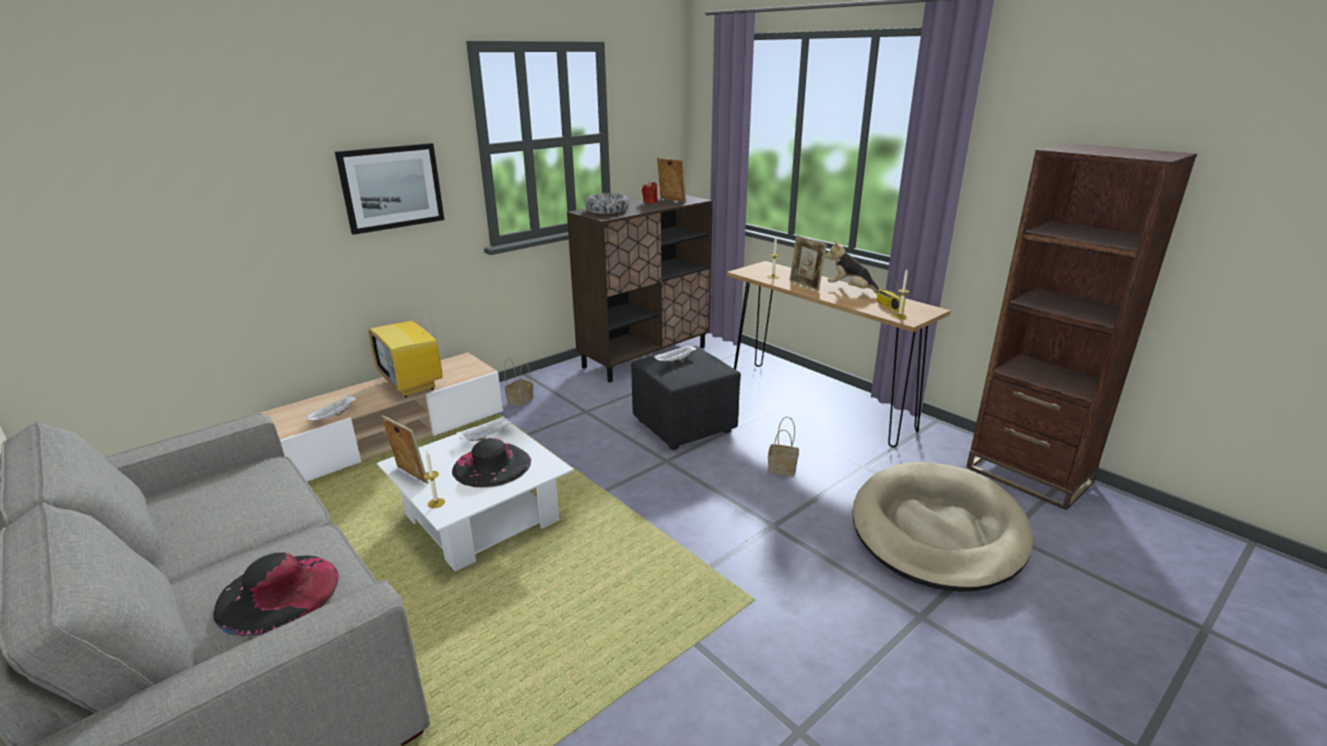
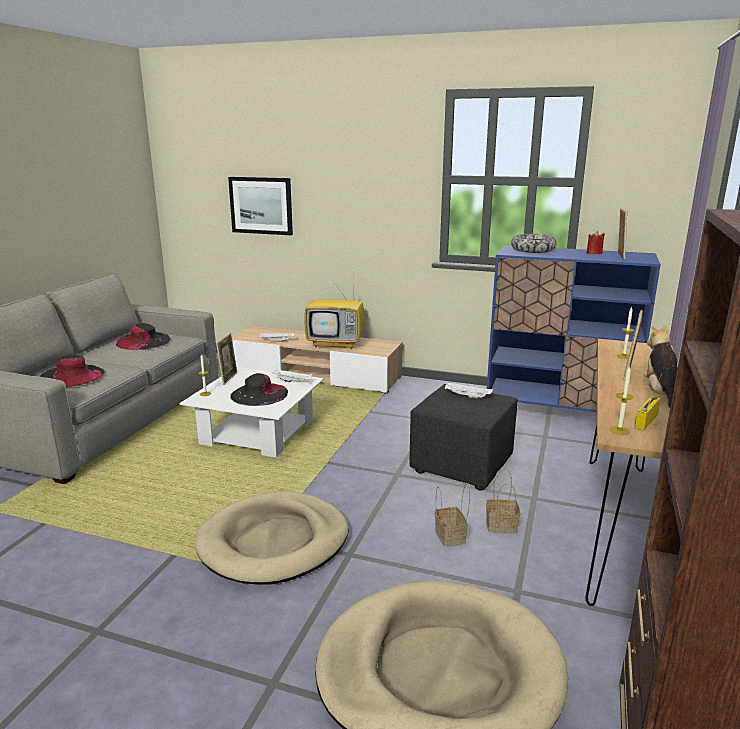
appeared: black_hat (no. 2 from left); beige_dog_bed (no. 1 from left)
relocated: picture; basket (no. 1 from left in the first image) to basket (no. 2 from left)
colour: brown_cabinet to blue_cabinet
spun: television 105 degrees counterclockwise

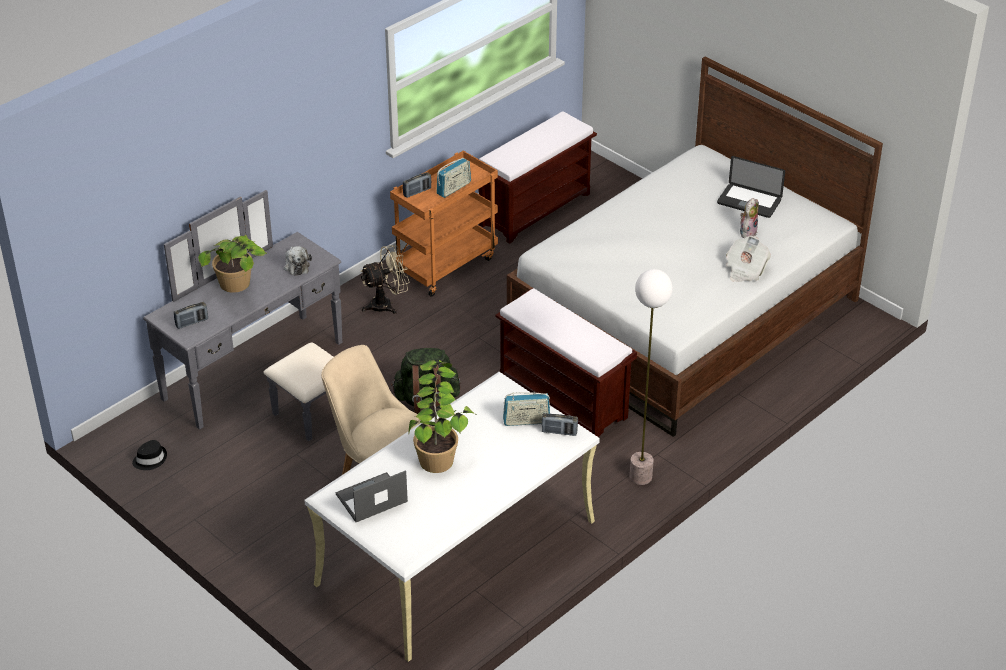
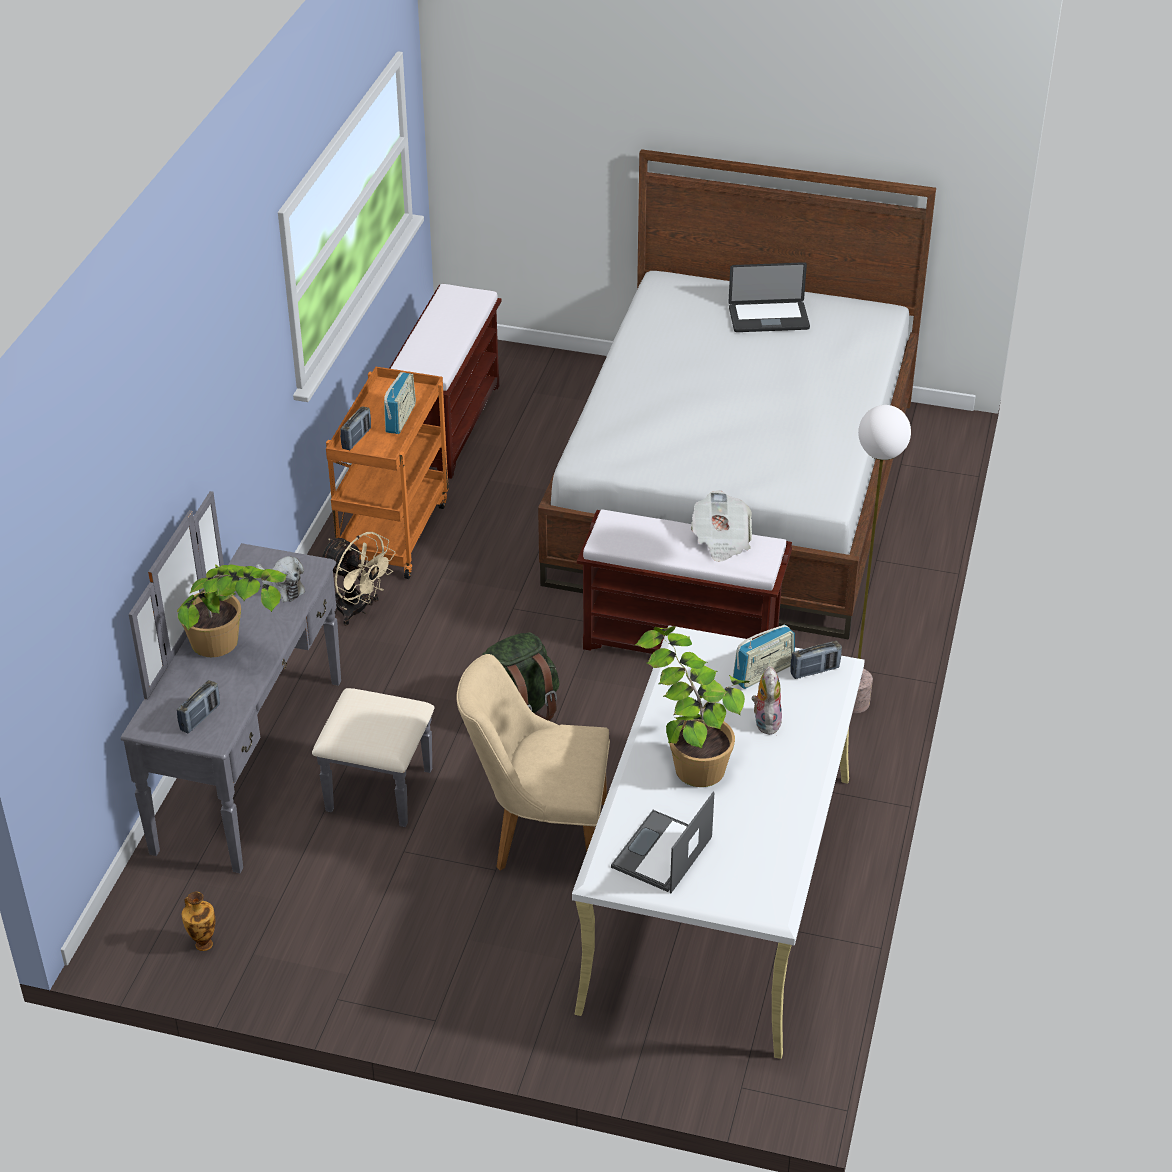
relocated: newspaper; plush_toy (no. 2 from left)
exchanged: black_hat to vase
spun: beige_fan 90 degrees clockwise

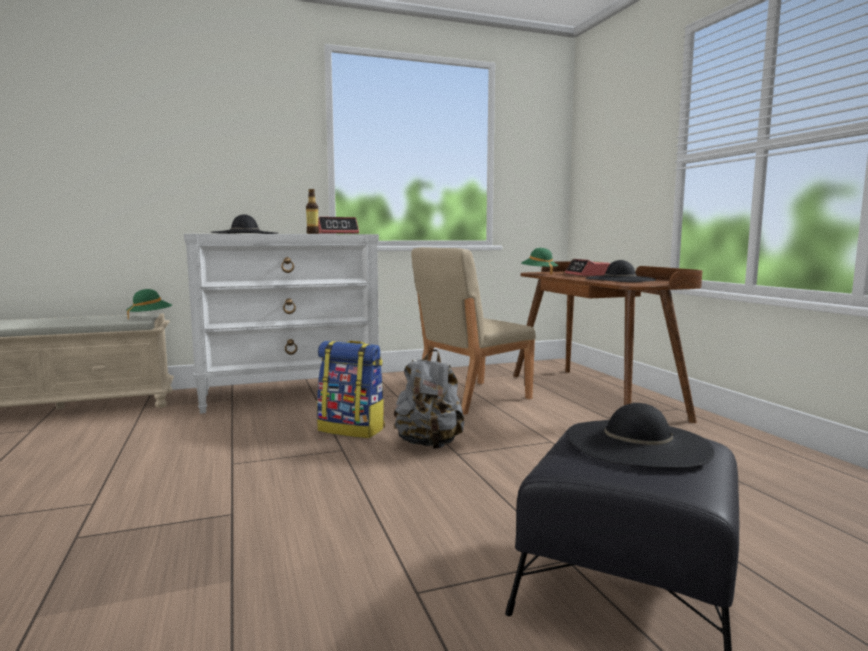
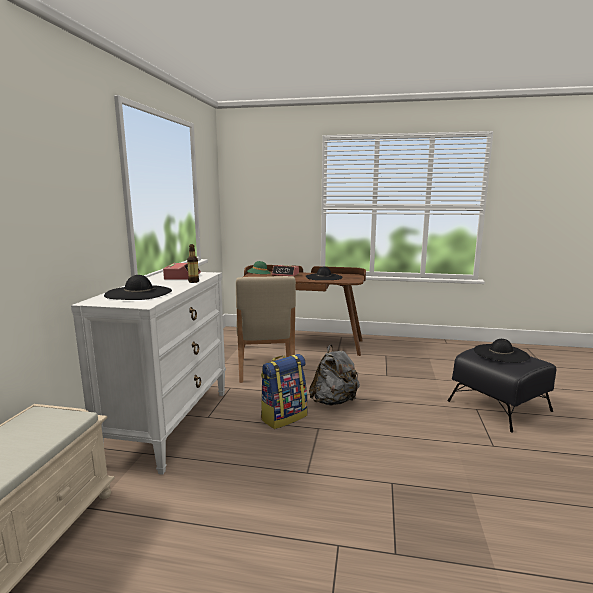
missing: green_hat (no. 1 from left)

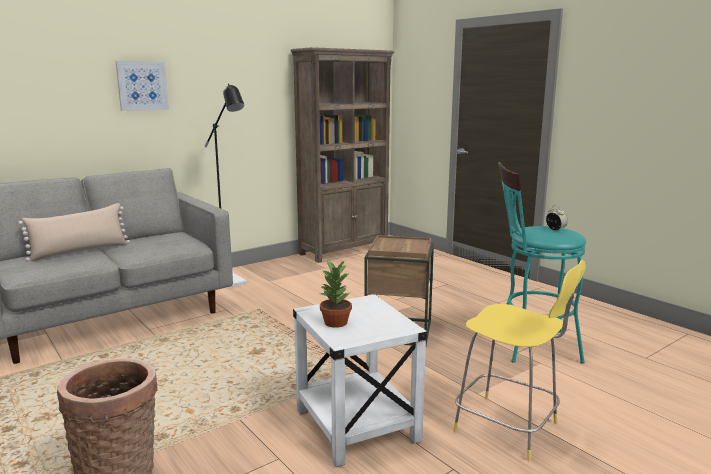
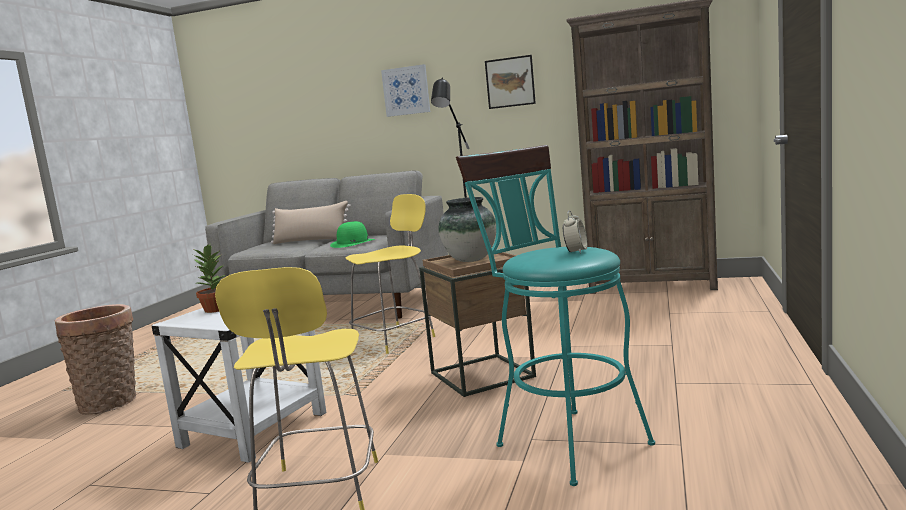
appeared: green_hat; yellow_stool (no. 2 from left); vase; picture (no. 2 from left)

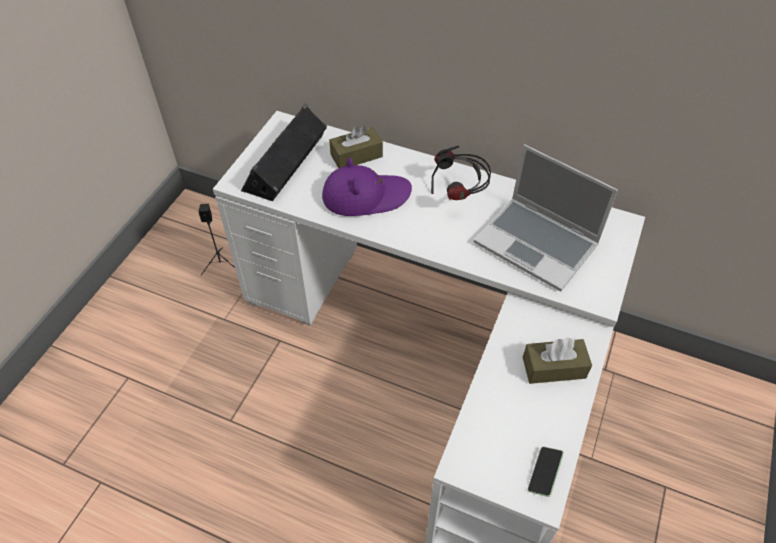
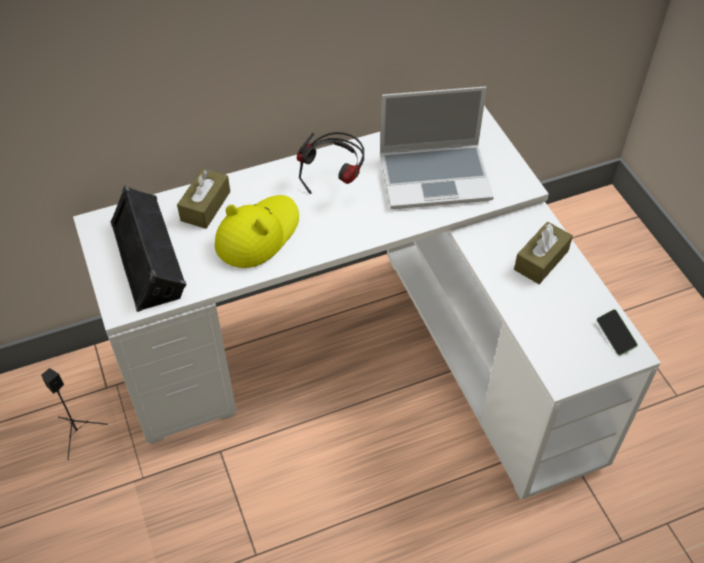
colour: purple_hat to yellow_hat

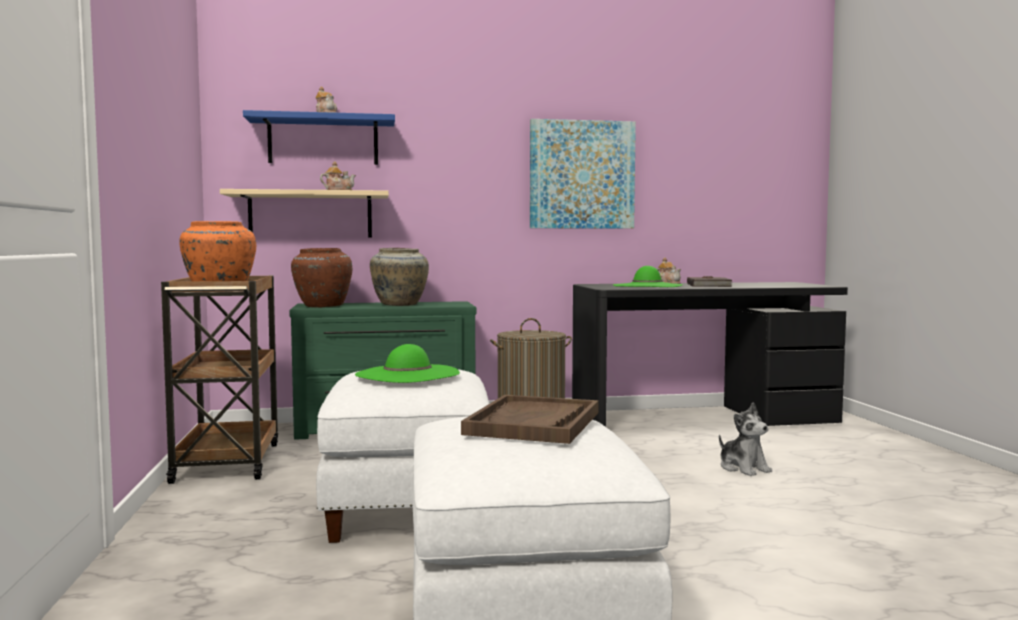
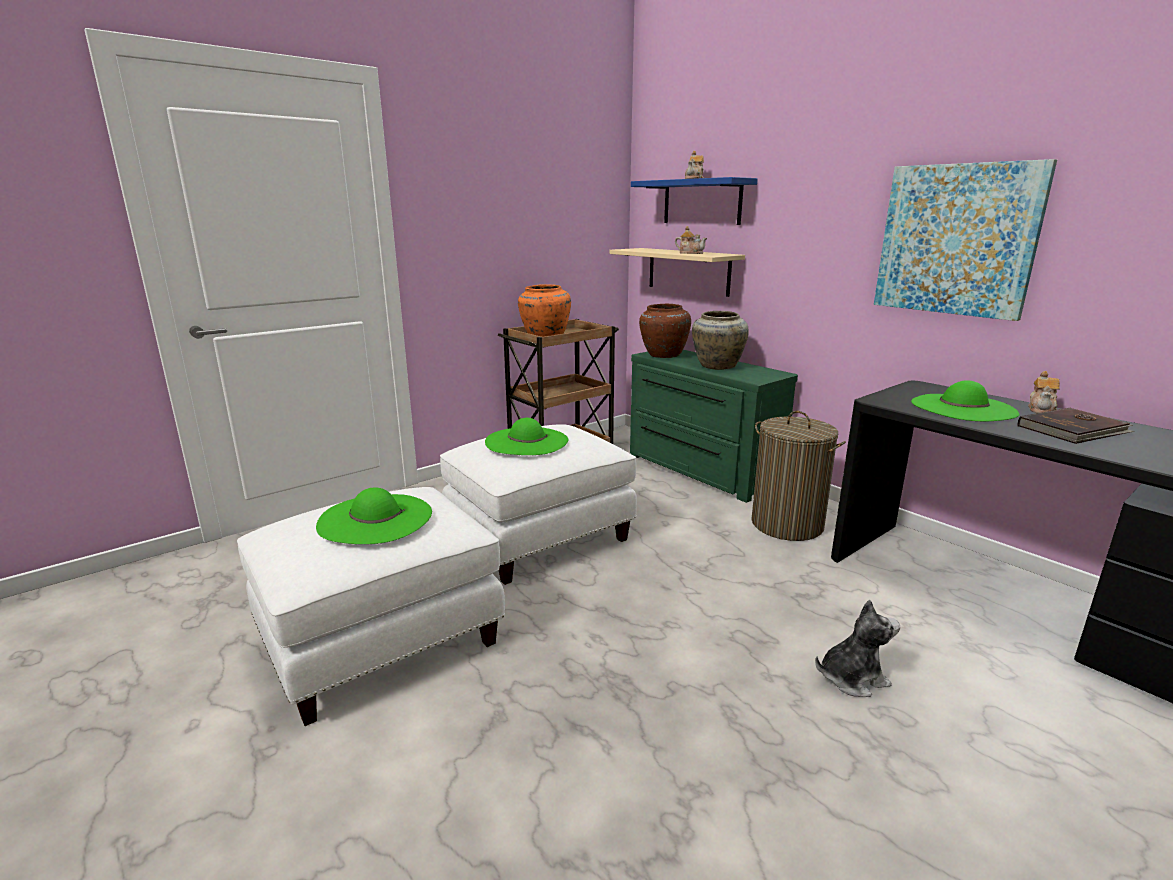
exchanged: brown_tray to green_hat (no. 1 from left)
spun: plush_toy 135 degrees counterclockwise

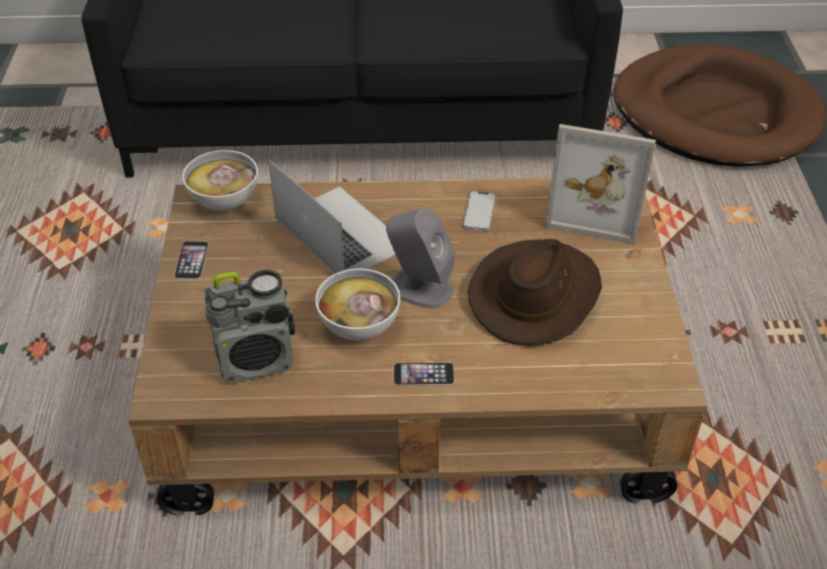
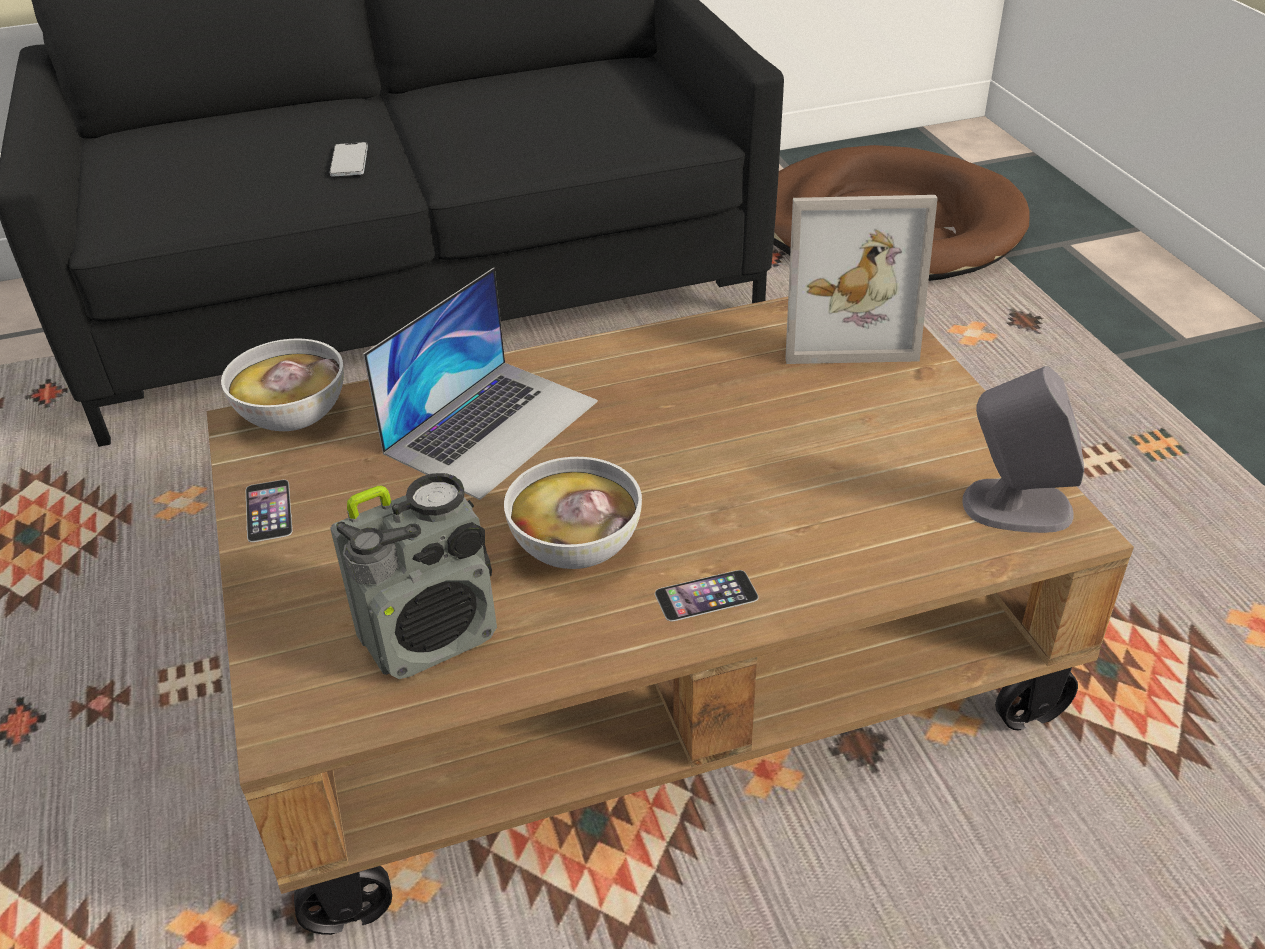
missing: brown_hat
relocated: grey_speaker; phone (no. 3 from left in the first image) to phone (no. 2 from left)
spun: laptop 90 degrees clockwise

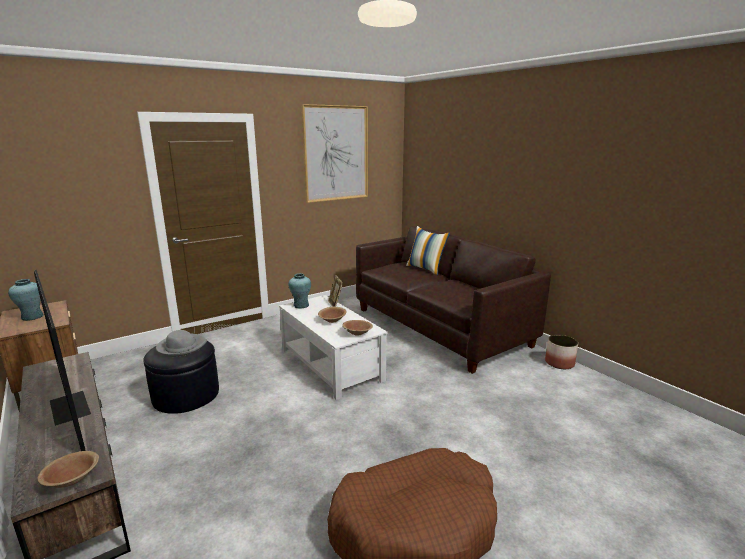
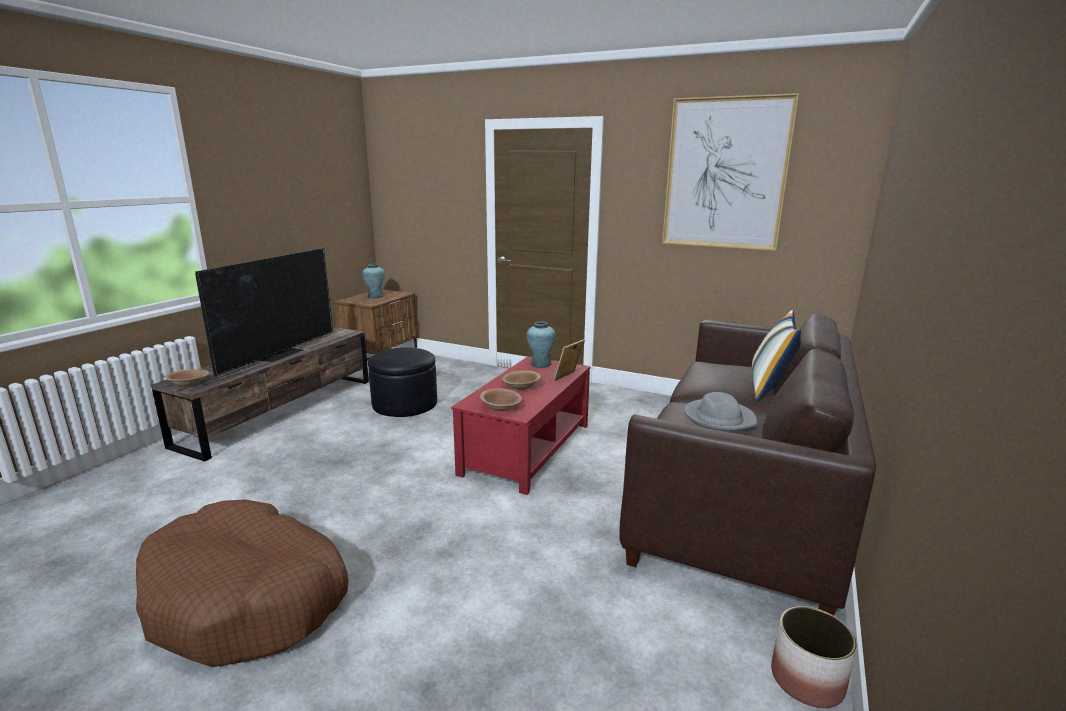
relocated: grey_hat
colour: white_coffee_table to red_coffee_table

